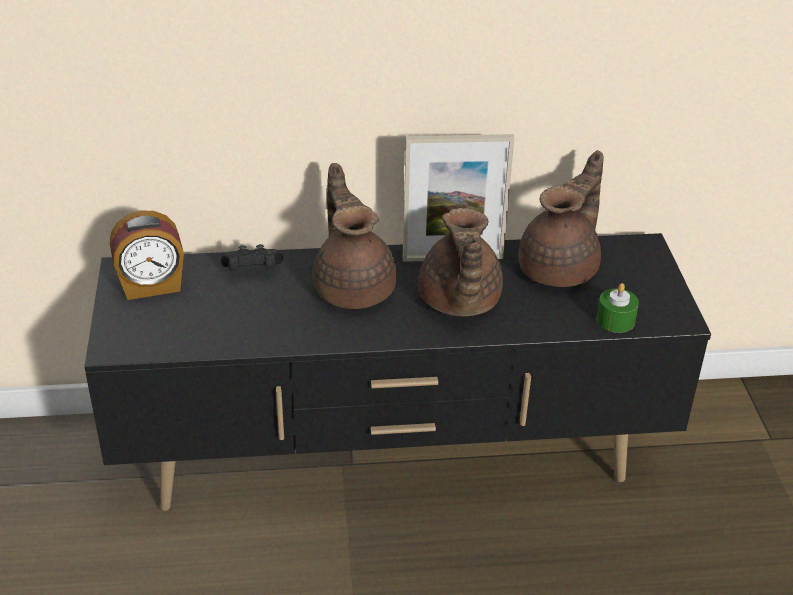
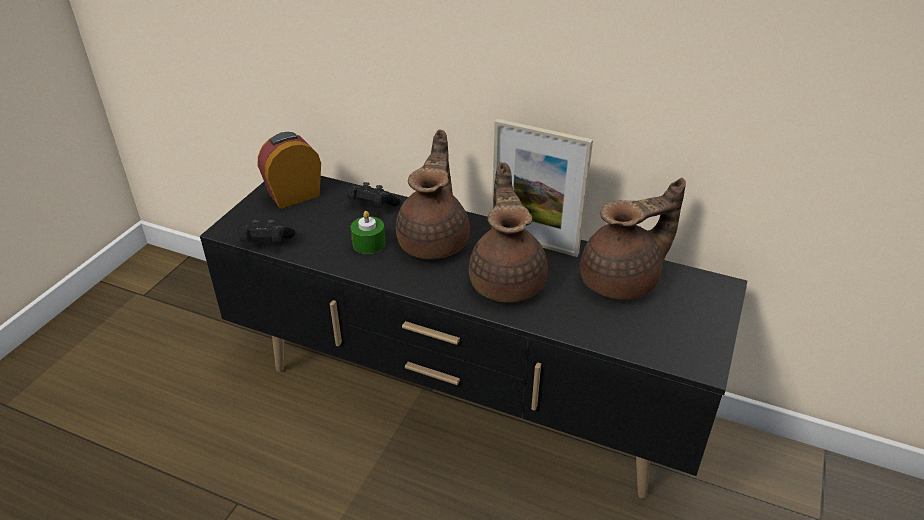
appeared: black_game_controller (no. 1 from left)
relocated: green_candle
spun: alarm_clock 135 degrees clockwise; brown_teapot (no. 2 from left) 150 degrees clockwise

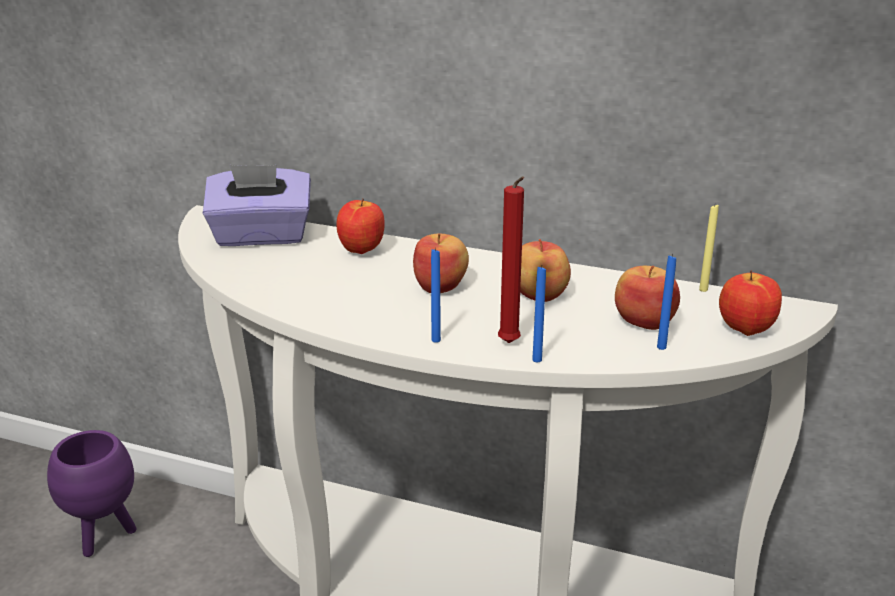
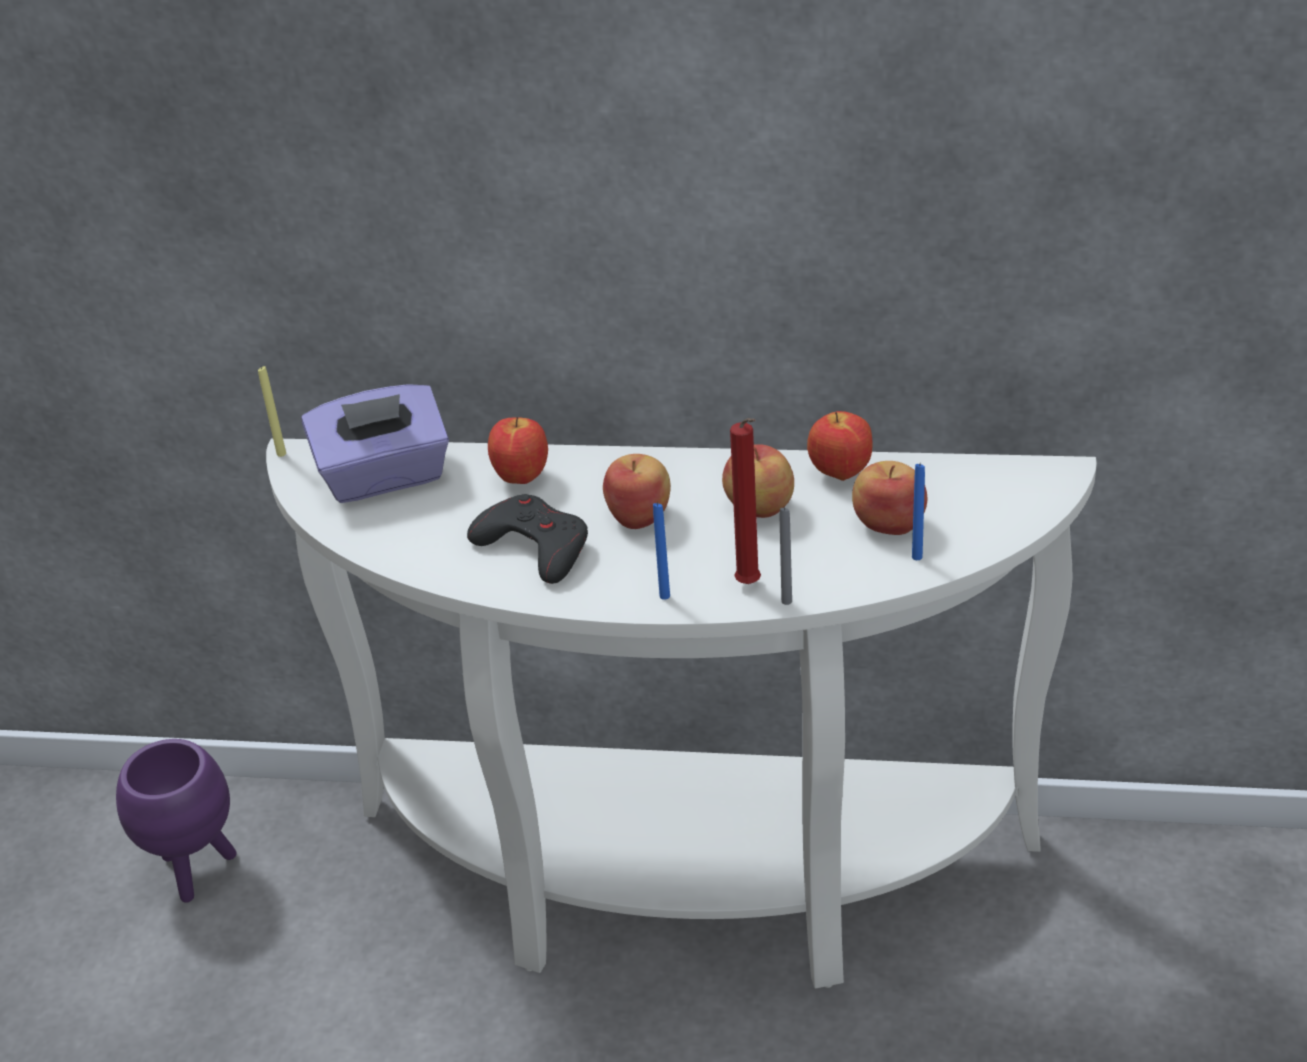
appeared: black_game_controller
relocated: yellow_candle; apple (no. 5 from left in the first image) to apple (no. 4 from left)
colour: blue_candle (no. 2 from left) to grey_candle

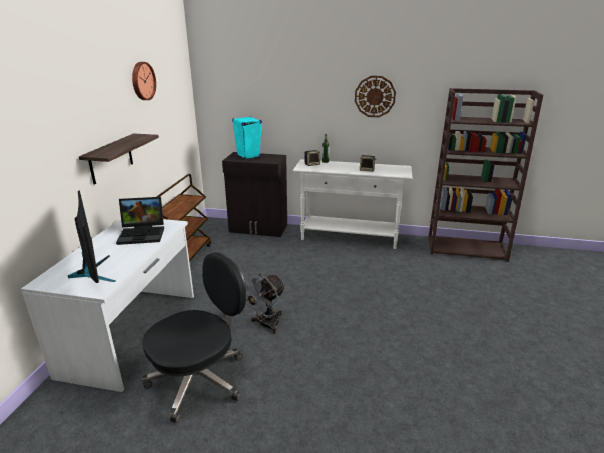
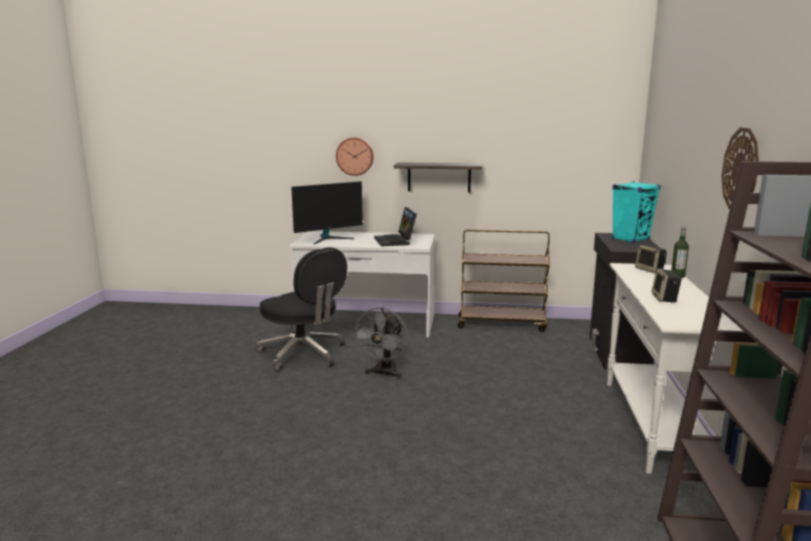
relocated: wall_clock (no. 1 from left)
spun: grey_fan 105 degrees counterclockwise

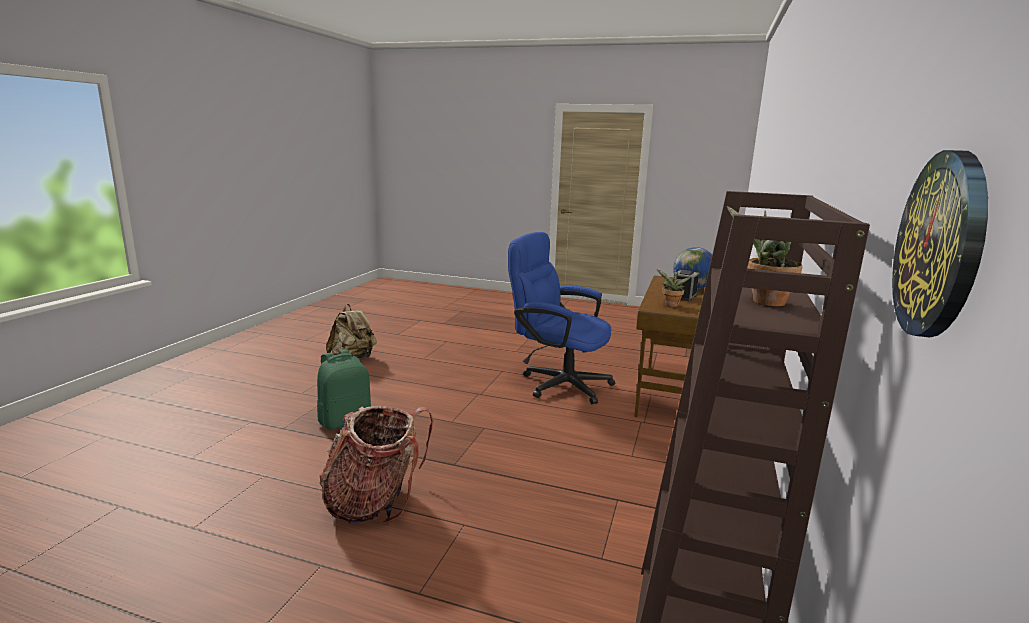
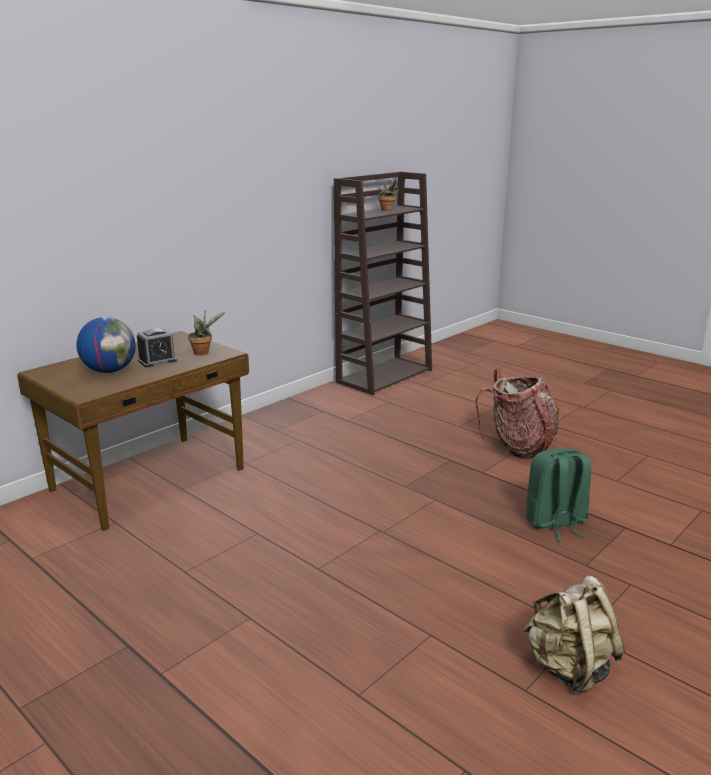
missing: blue_office_chair; wall_clock

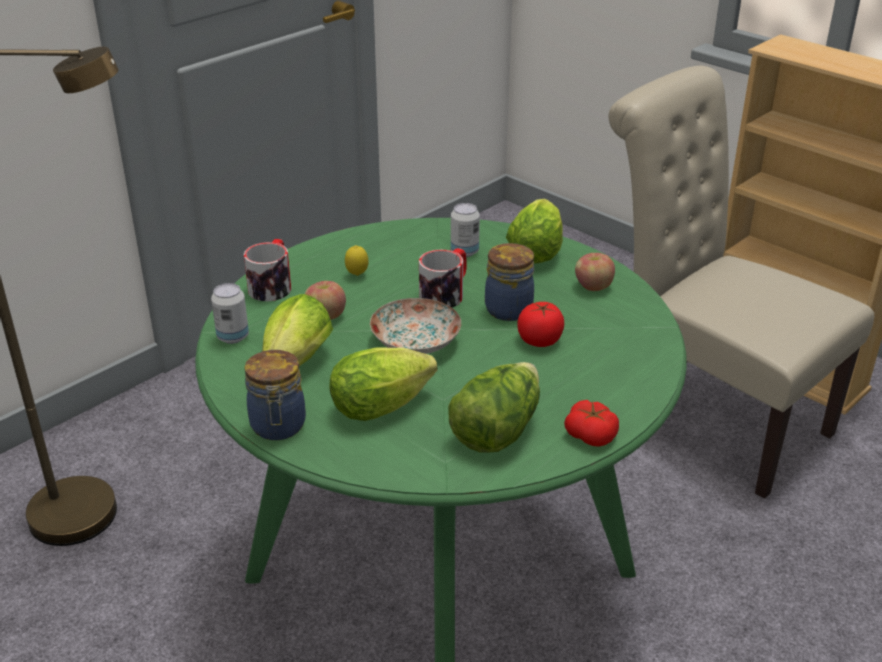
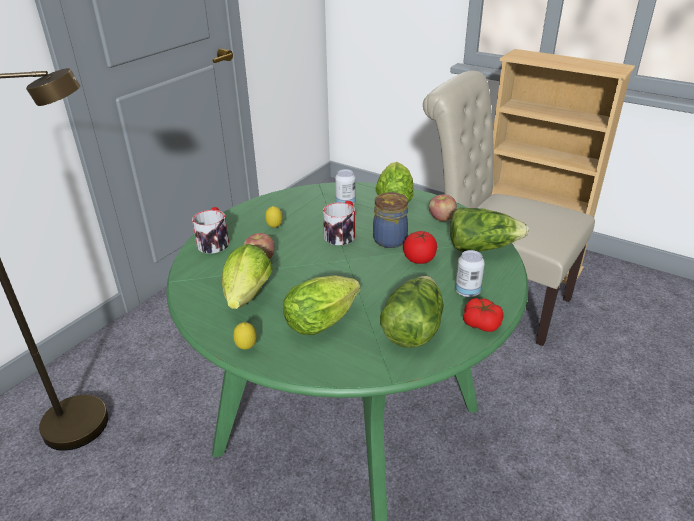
missing: plate
appeared: lettuce (no. 5 from left)
relocated: can (no. 1 from left in the first image) to can (no. 2 from left)
exchanged: jar (no. 1 from left) to lemon (no. 1 from left)

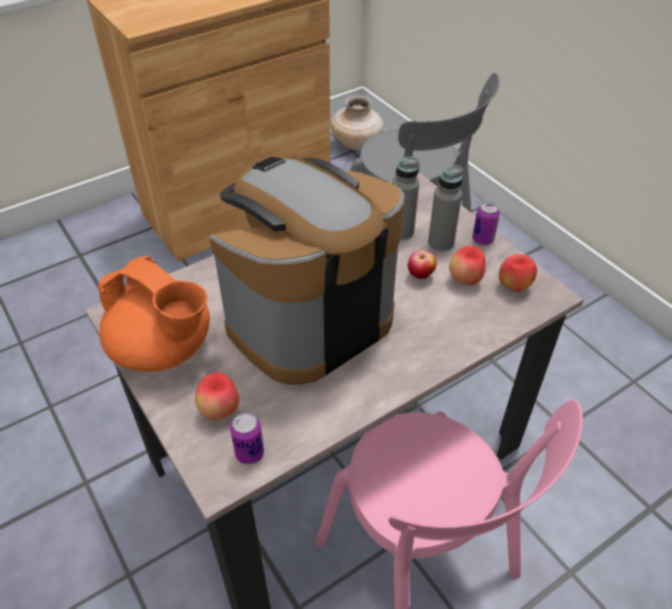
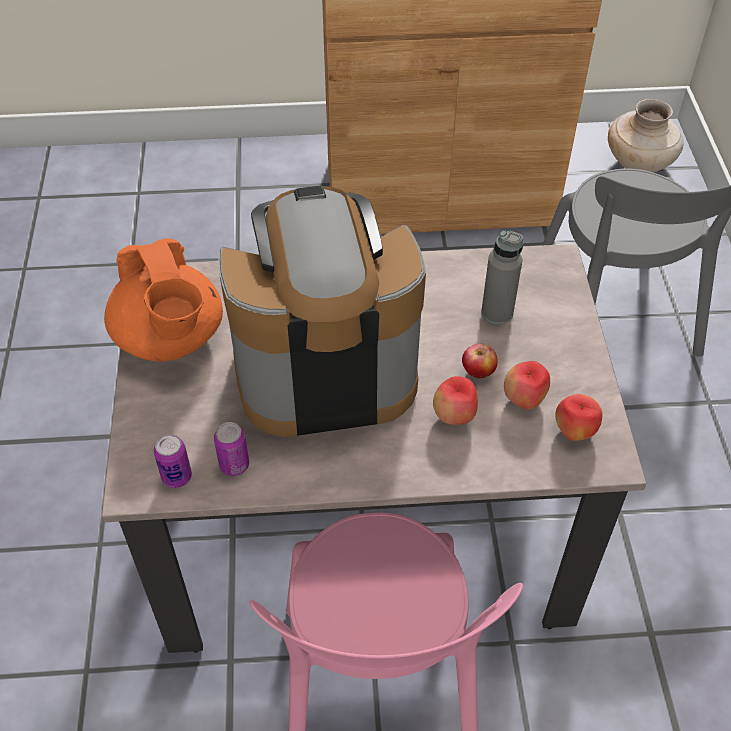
missing: grey_bottle (no. 2 from left)
relocated: apple (no. 1 from left); can (no. 2 from left)

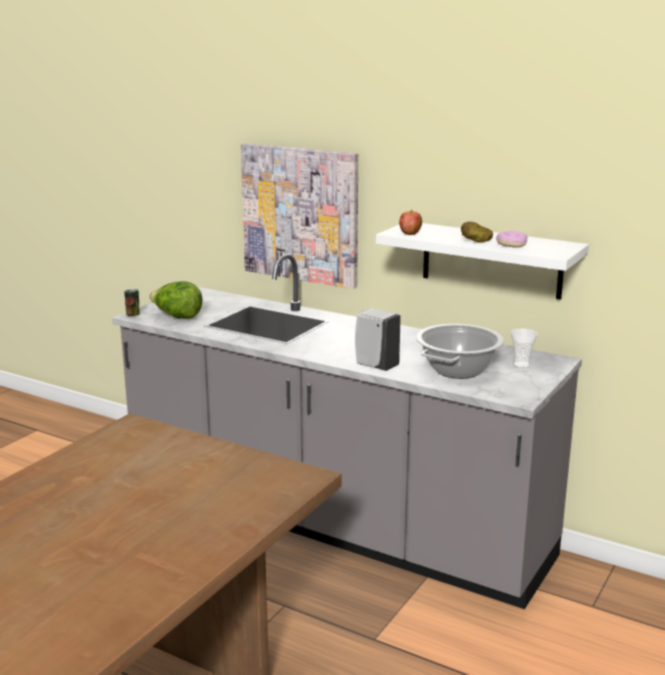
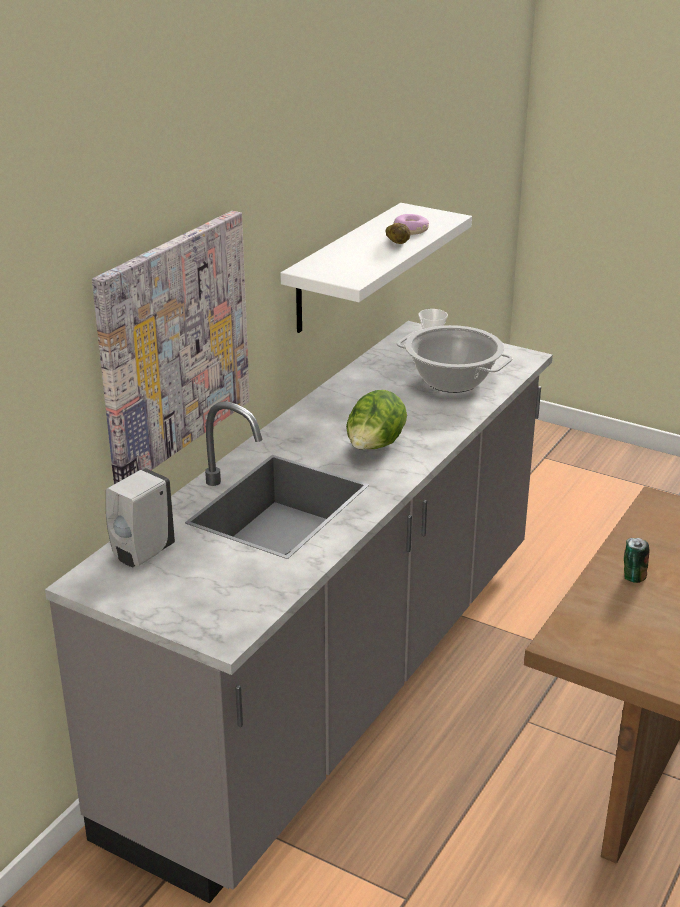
missing: apple
relocated: can; lettuce; white_soap_dispenser

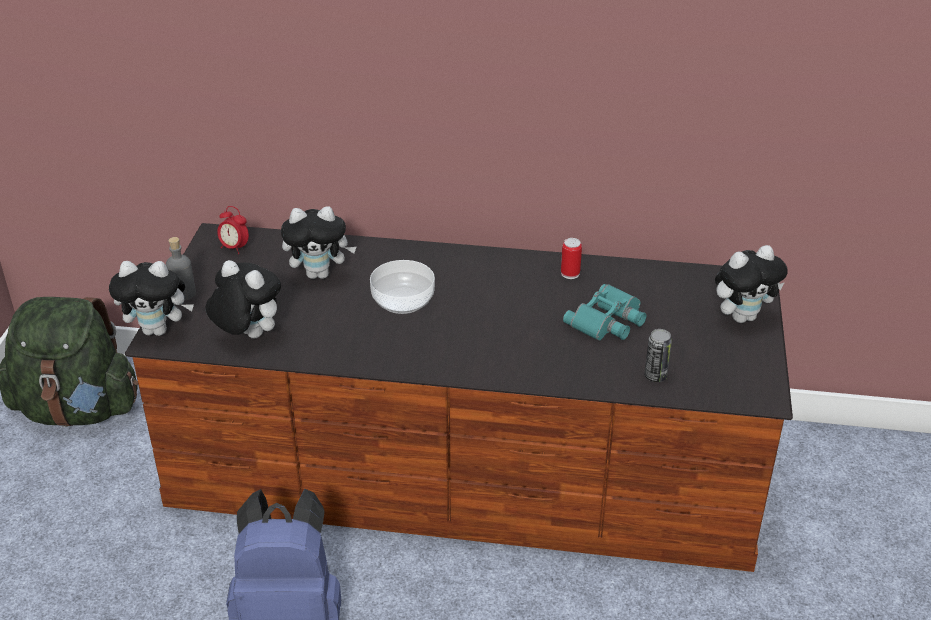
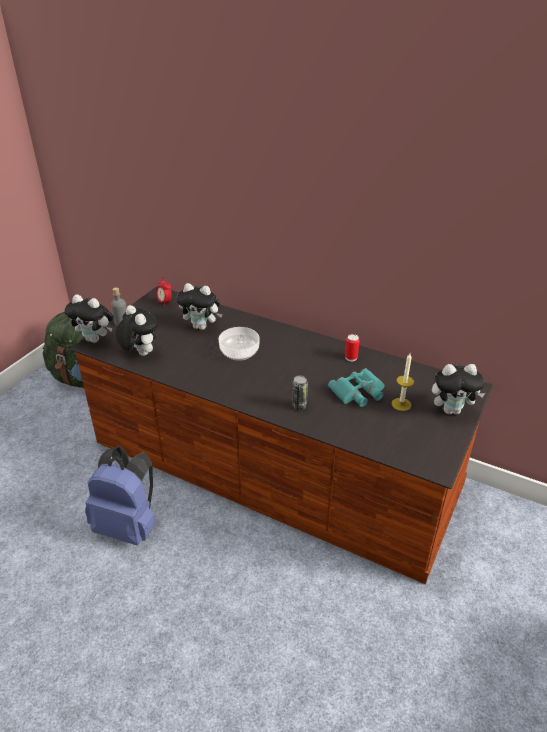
appeared: candle
relocated: can (no. 2 from left in the first image) to can (no. 1 from left)

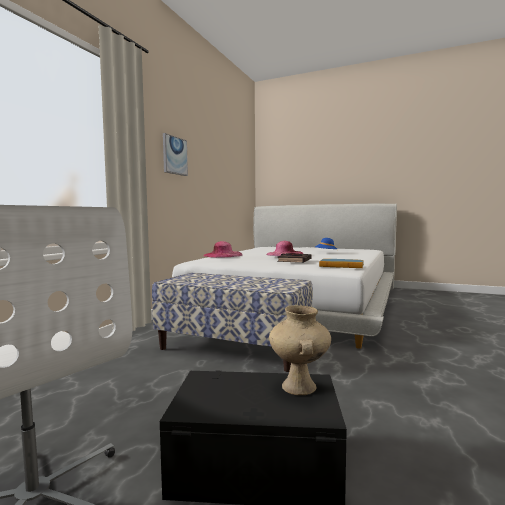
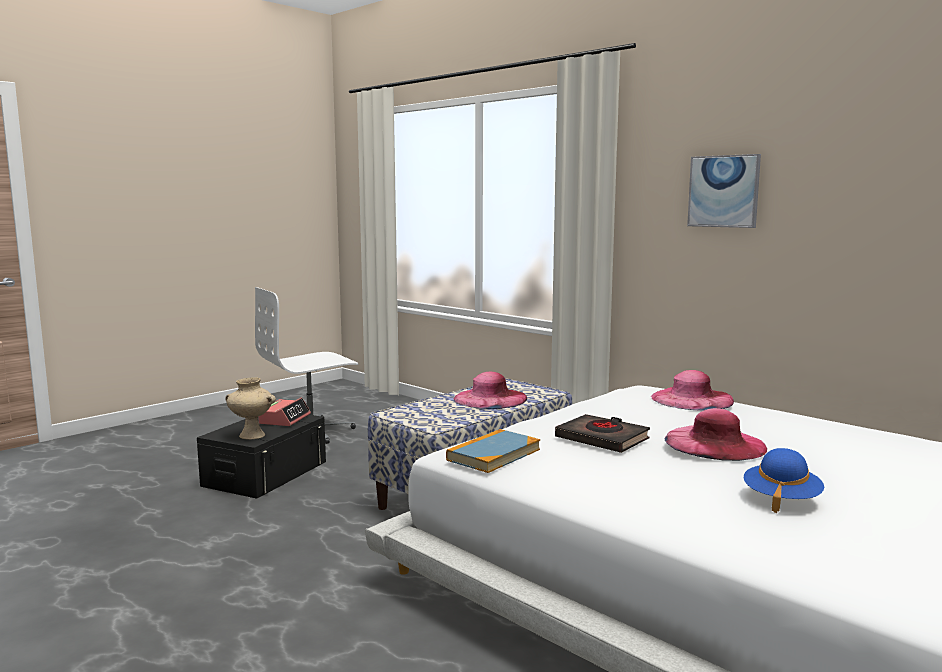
appeared: alarm_clock; pink_hat (no. 1 from left)

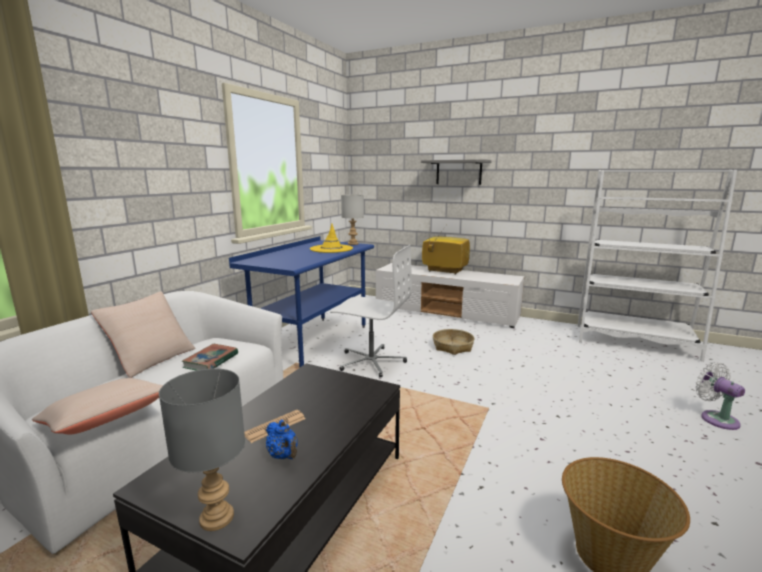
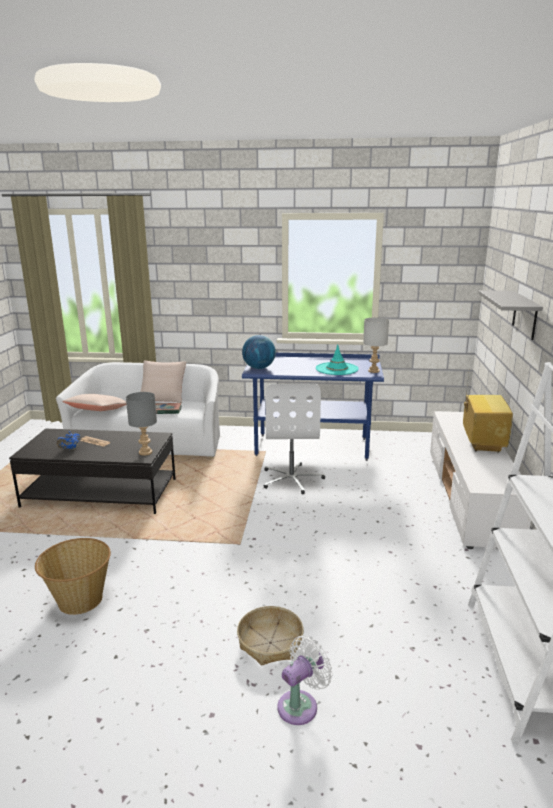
appeared: globe
relocated: grey_table_lamp (no. 1 from left); basket (no. 1 from left in the first image) to basket (no. 2 from left)
colour: yellow_hat to turquoise_hat

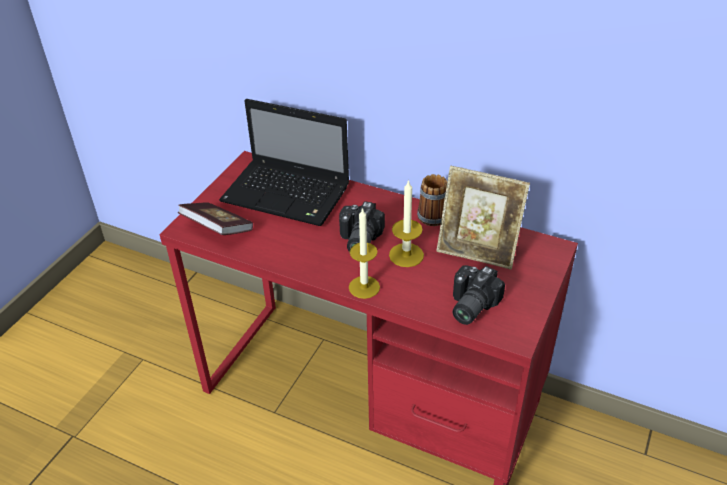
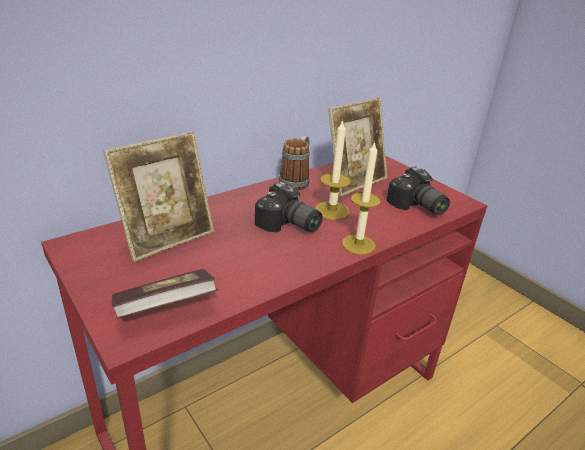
exchanged: laptop to picture_frame (no. 1 from left)

